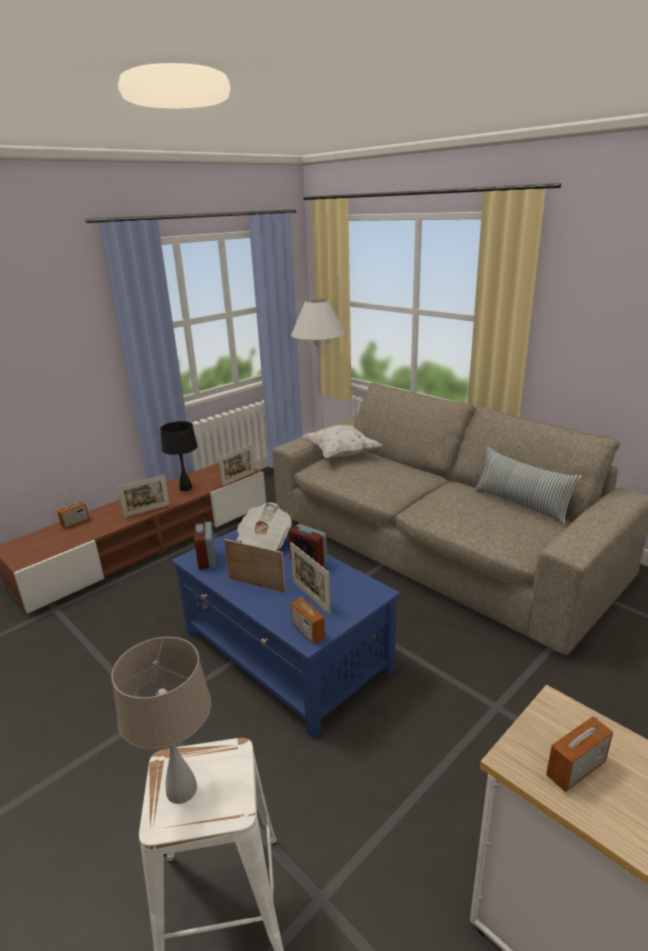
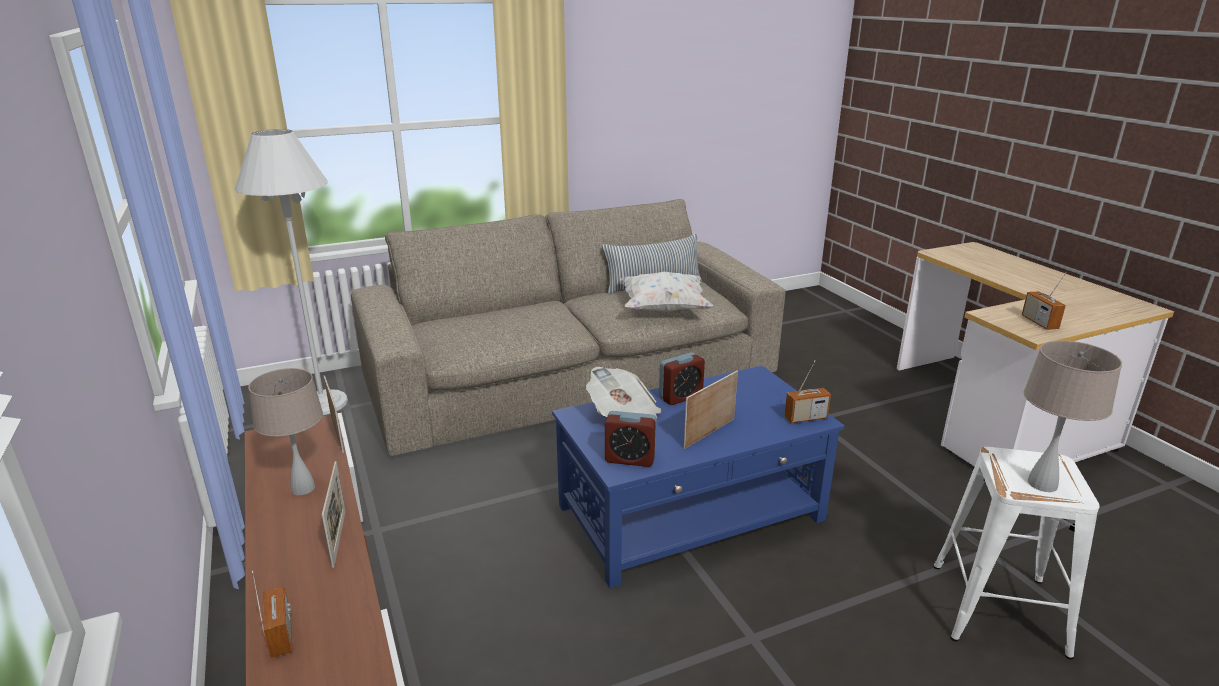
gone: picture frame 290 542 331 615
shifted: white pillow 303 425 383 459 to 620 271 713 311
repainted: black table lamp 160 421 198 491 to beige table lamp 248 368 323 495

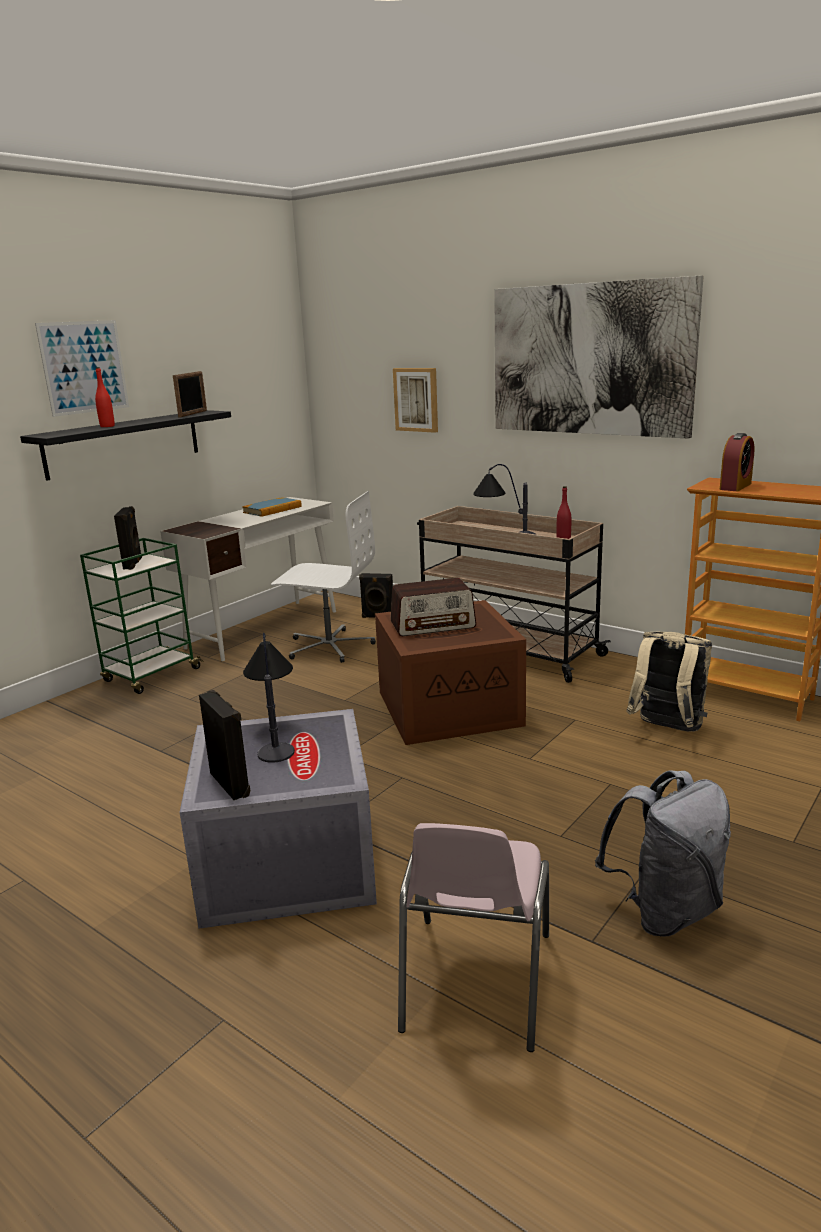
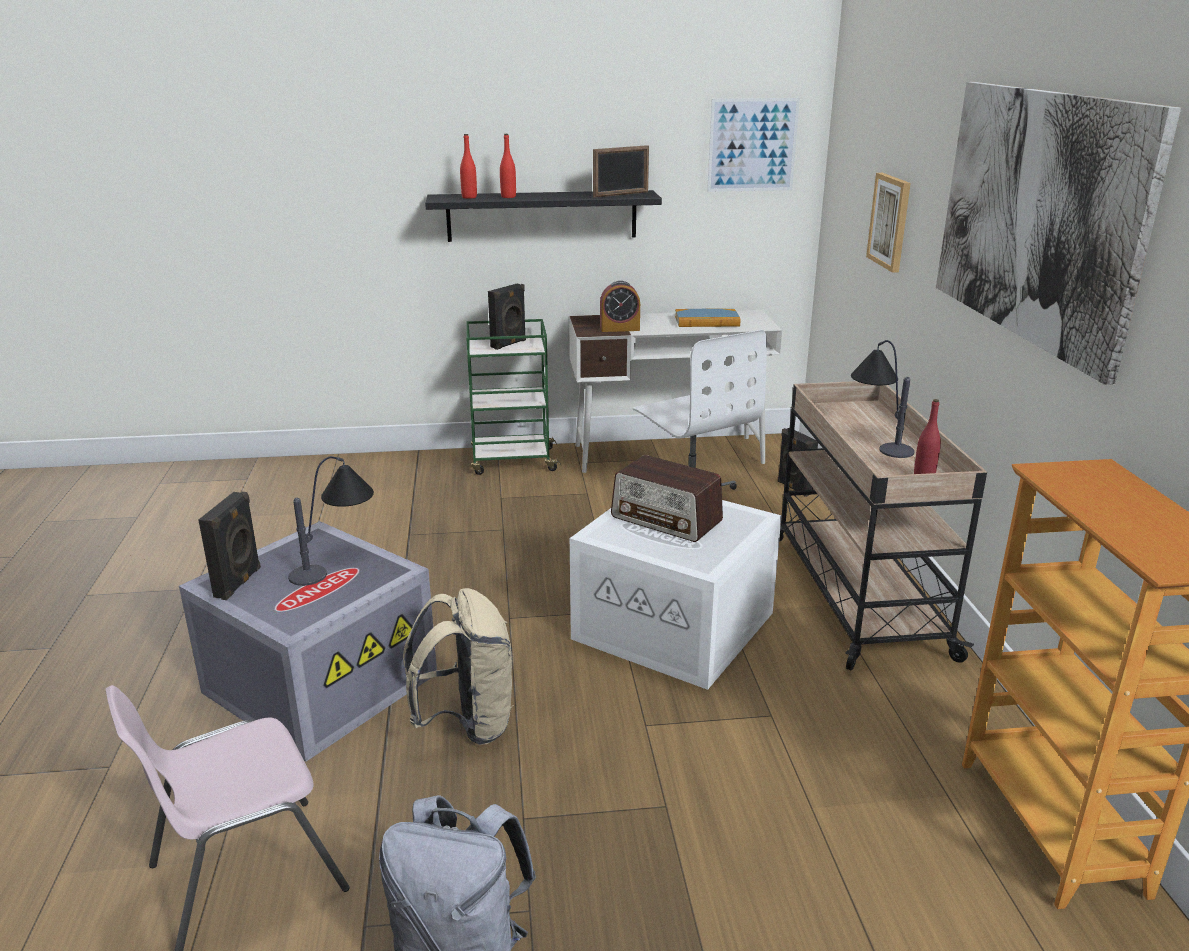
new: red bottle 460 134 477 199
shifted: picture 35 320 129 417 to 707 98 800 192; beige backpack 626 632 712 732 to 403 588 514 745; alarm clock 720 433 754 491 to 600 281 640 332
repainted: brown storage box 375 600 526 745 to white storage box 570 500 782 690

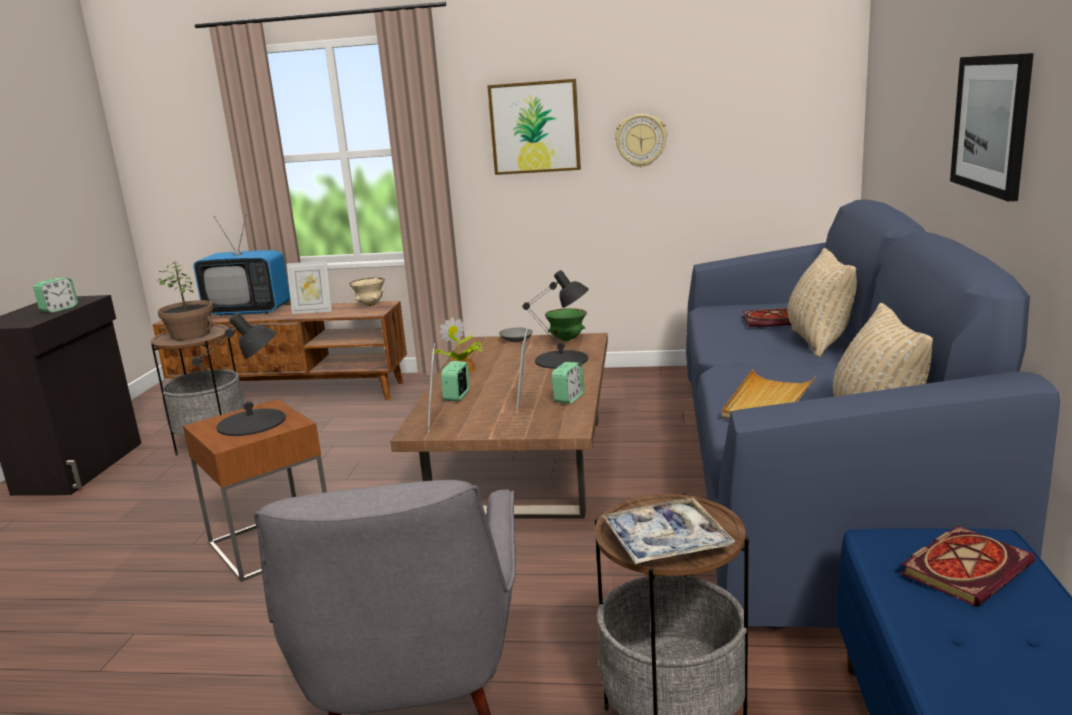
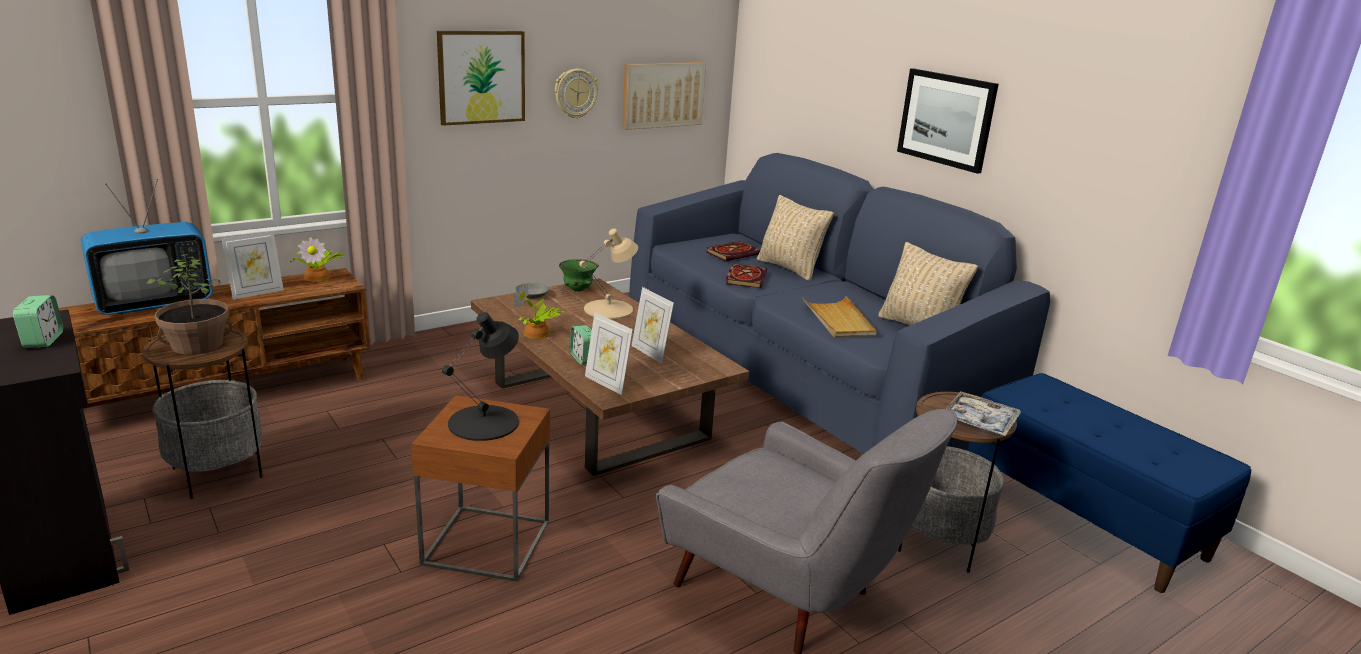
gone: alarm clock 551 362 584 404
new: picture 622 62 706 130
shifted: book 900 526 1035 607 to 726 264 767 288
swapped: beige bowl 349 278 385 306 to potted plant 290 237 345 282
repainted: black table lamp 523 270 589 369 to beige table lamp 579 229 638 319

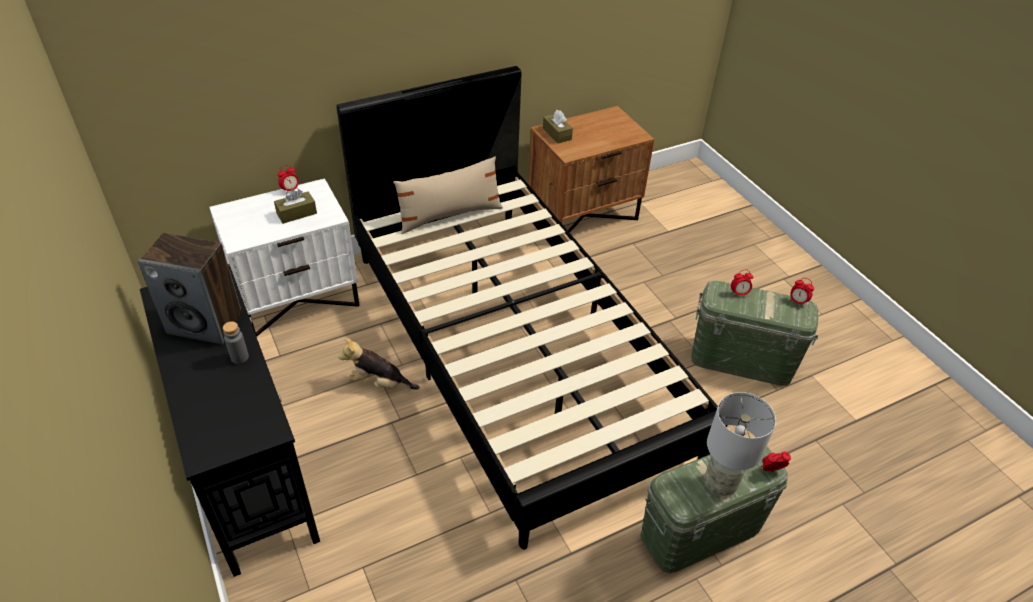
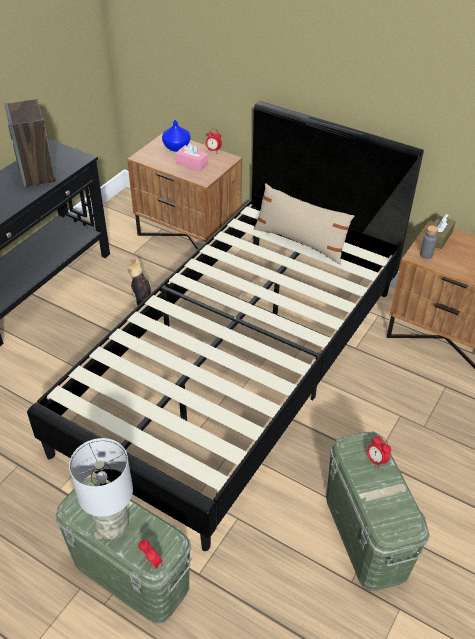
gone: alarm clock 789 278 814 308
new: blue vase 162 120 190 152
shifted: grey bottle 223 321 249 364 to 420 225 438 259
repainted: white nightstand 209 178 359 337 to brown nightstand 127 133 242 250; brown tissue box 274 189 317 224 to pink tissue box 175 143 208 172

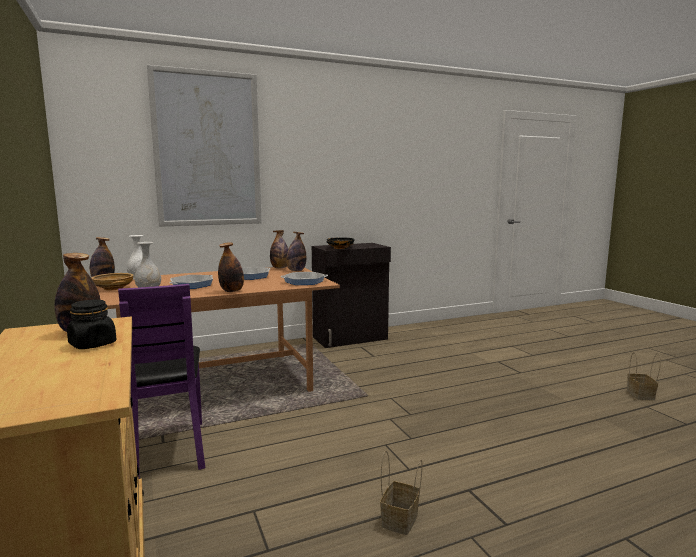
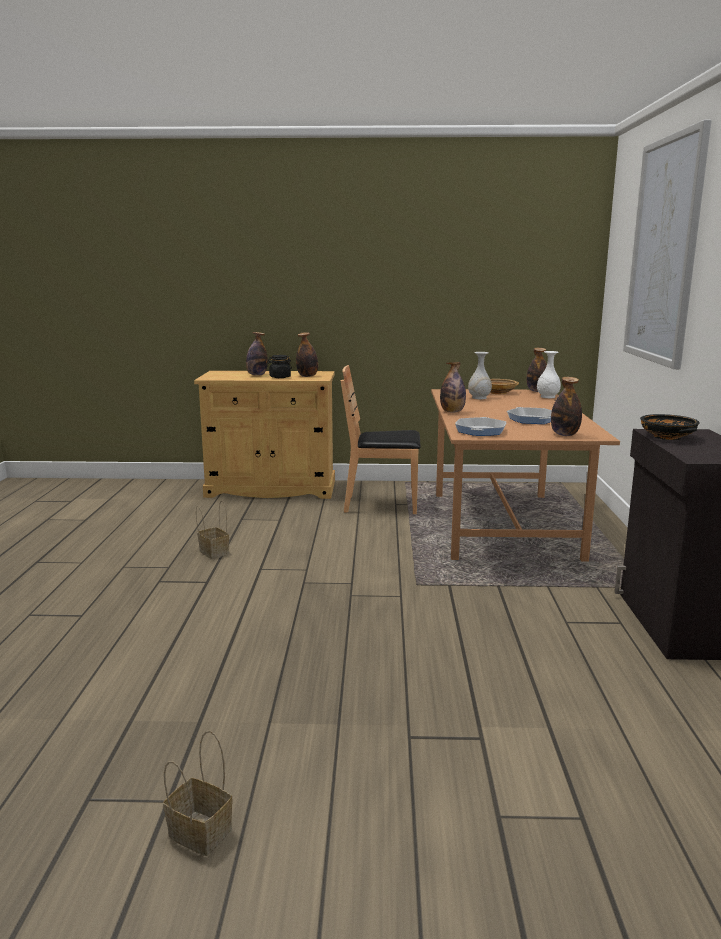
gone: frying pan 169 275 213 289
shifted: bottle 270 230 288 268 to 246 332 268 376
repainted: purple chair 118 284 205 479 to brown chair 340 365 421 514

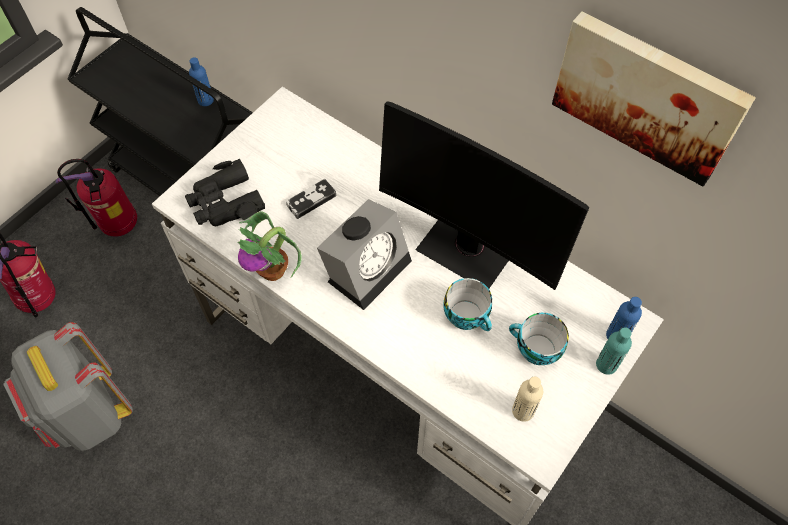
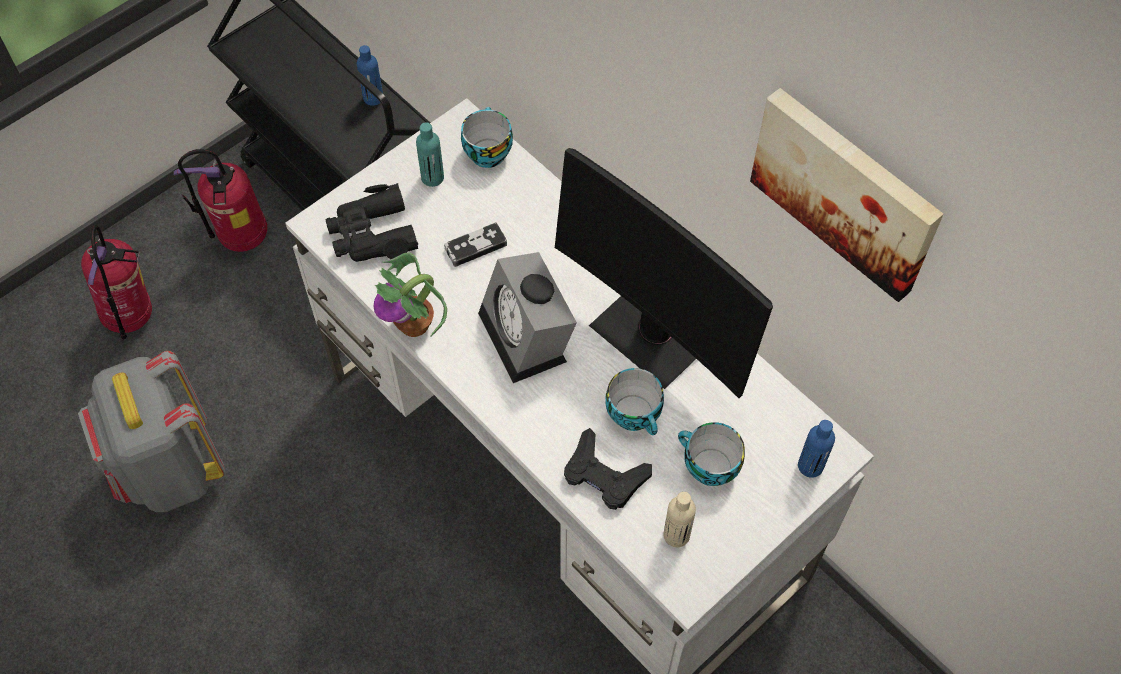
new: cup 461 107 513 168; black game controller 564 428 652 510
shifted: turquoise bottle 596 327 632 375 to 416 122 444 187
rotated: alarm clock 317 199 412 310 = 478 252 577 383 105 degrees clockwise

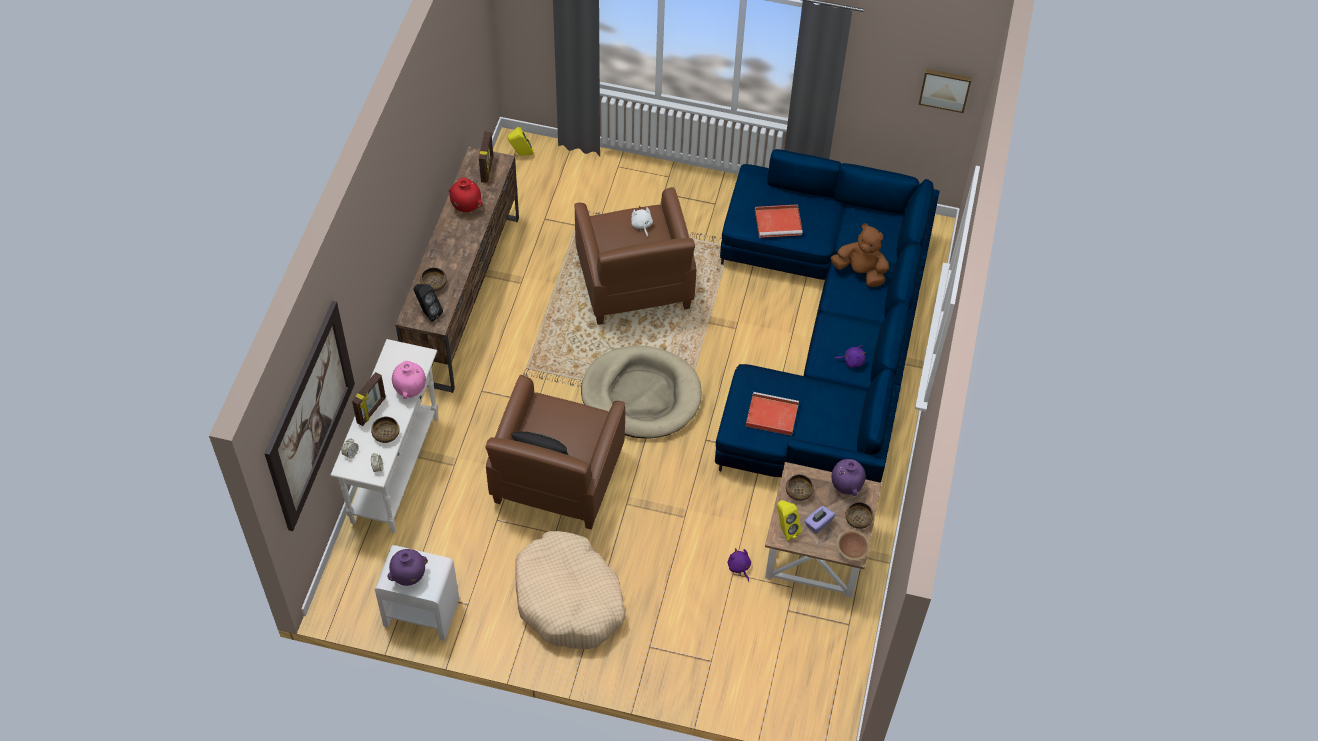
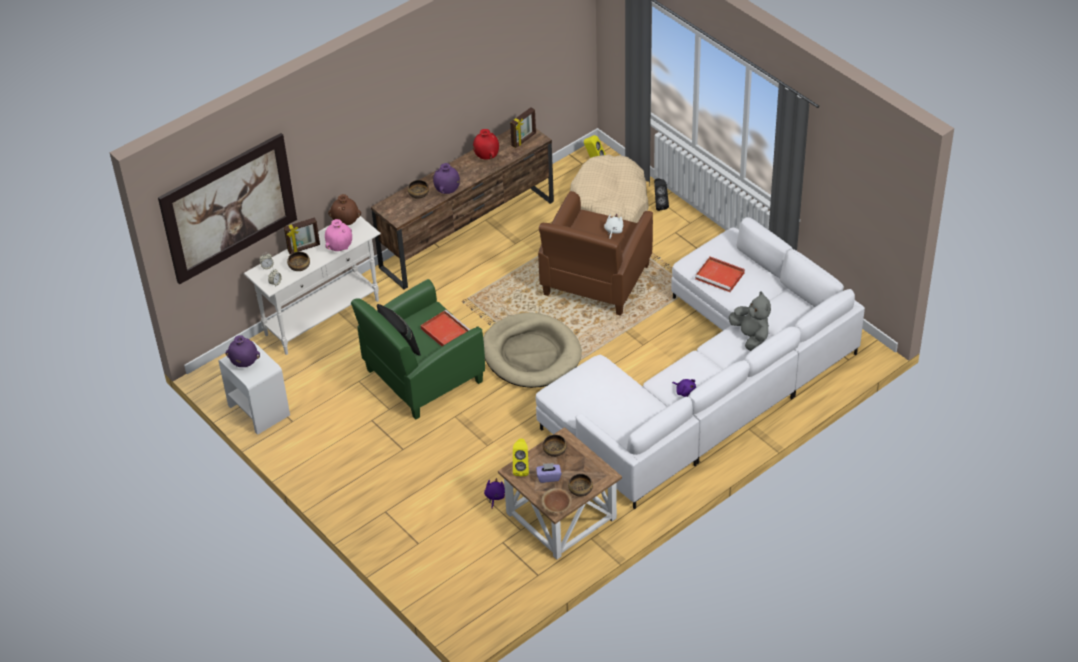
gone: picture 918 69 972 113
new: brown vase 328 194 361 225
shifted: black speaker 413 284 443 322 to 654 178 669 211; beige dog bed 515 531 626 649 to 570 155 649 223; red tray 746 392 799 436 to 420 310 470 346; purple vase 832 459 866 496 to 433 163 460 194
repainted: brown armchair 486 375 625 529 to green armchair 351 279 485 420; blue sofa 715 149 940 483 to white sofa 536 217 865 510; brown plush toy 831 223 889 287 to grey plush toy 729 291 771 351

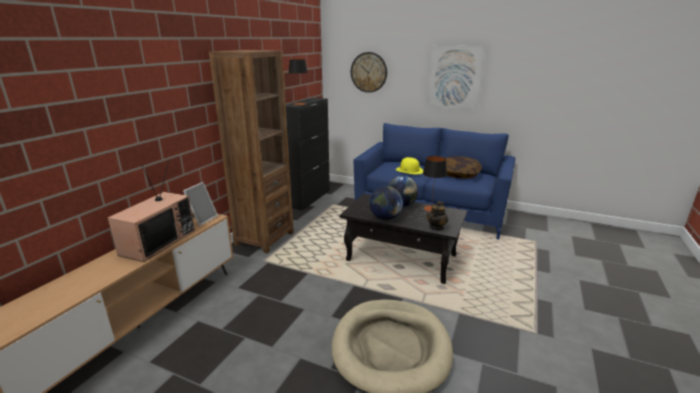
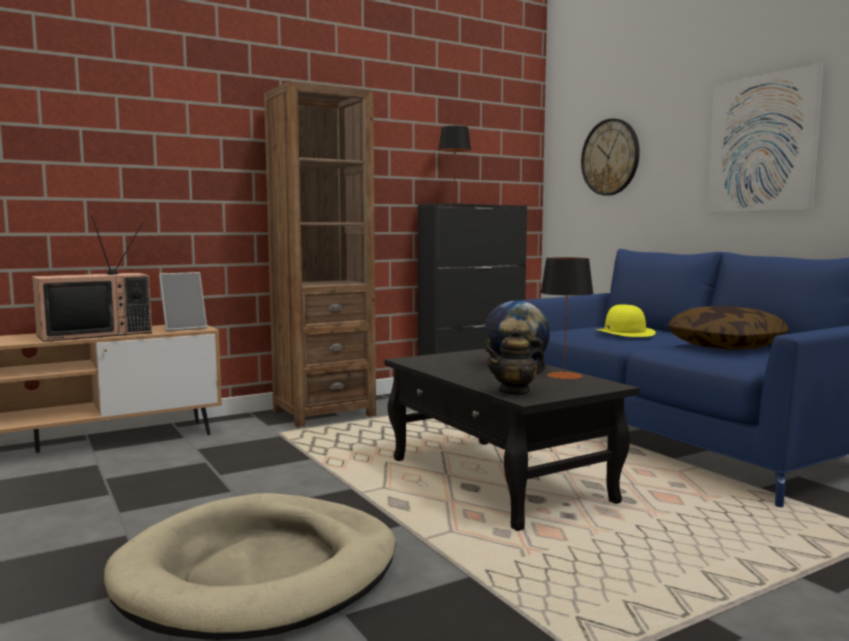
gone: globe 369 186 403 220

